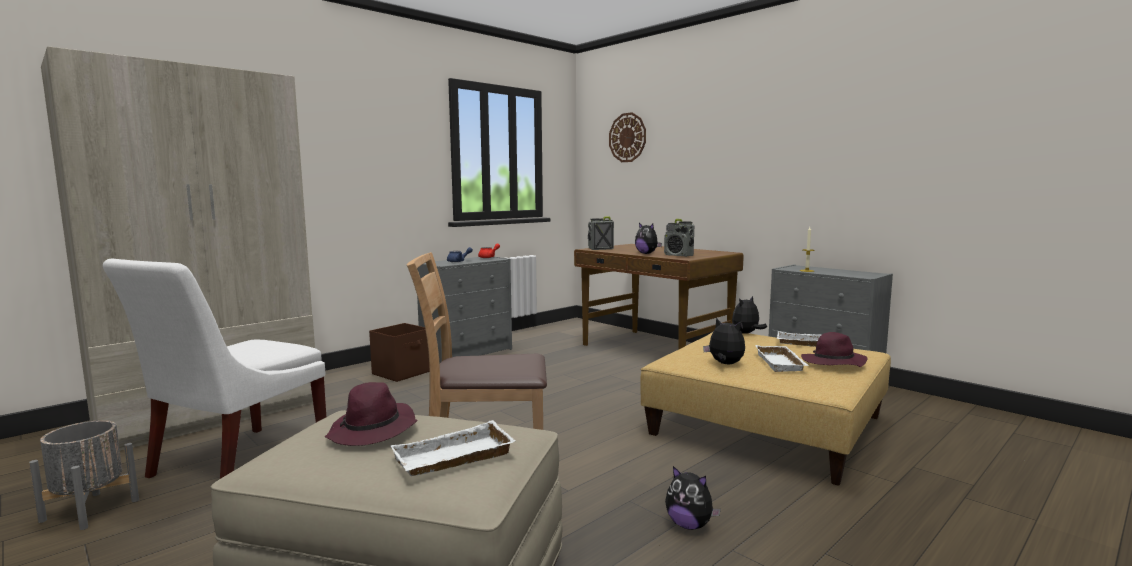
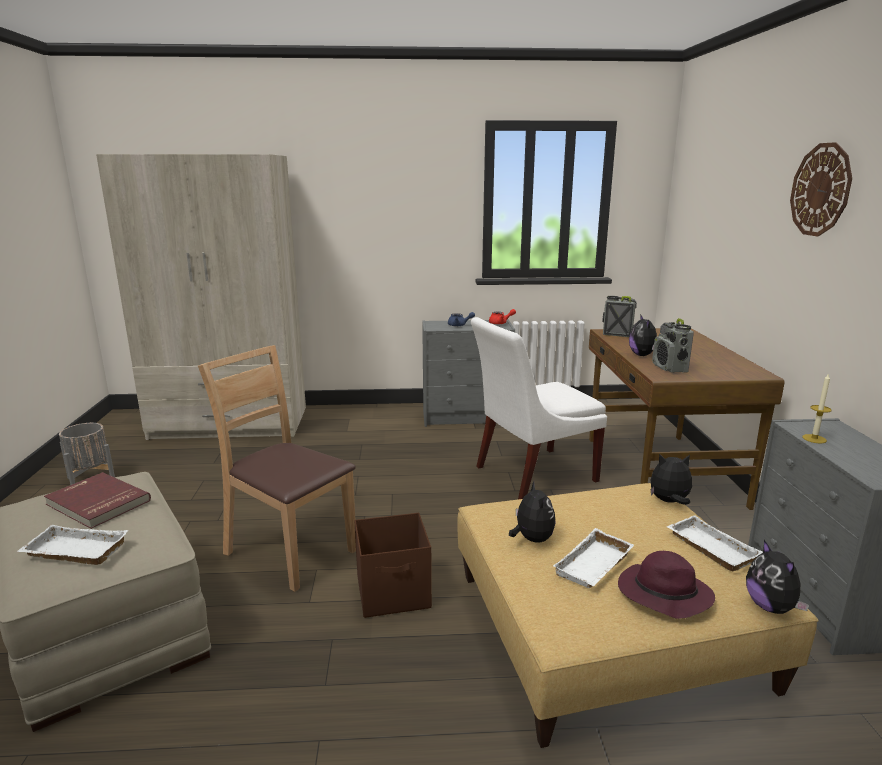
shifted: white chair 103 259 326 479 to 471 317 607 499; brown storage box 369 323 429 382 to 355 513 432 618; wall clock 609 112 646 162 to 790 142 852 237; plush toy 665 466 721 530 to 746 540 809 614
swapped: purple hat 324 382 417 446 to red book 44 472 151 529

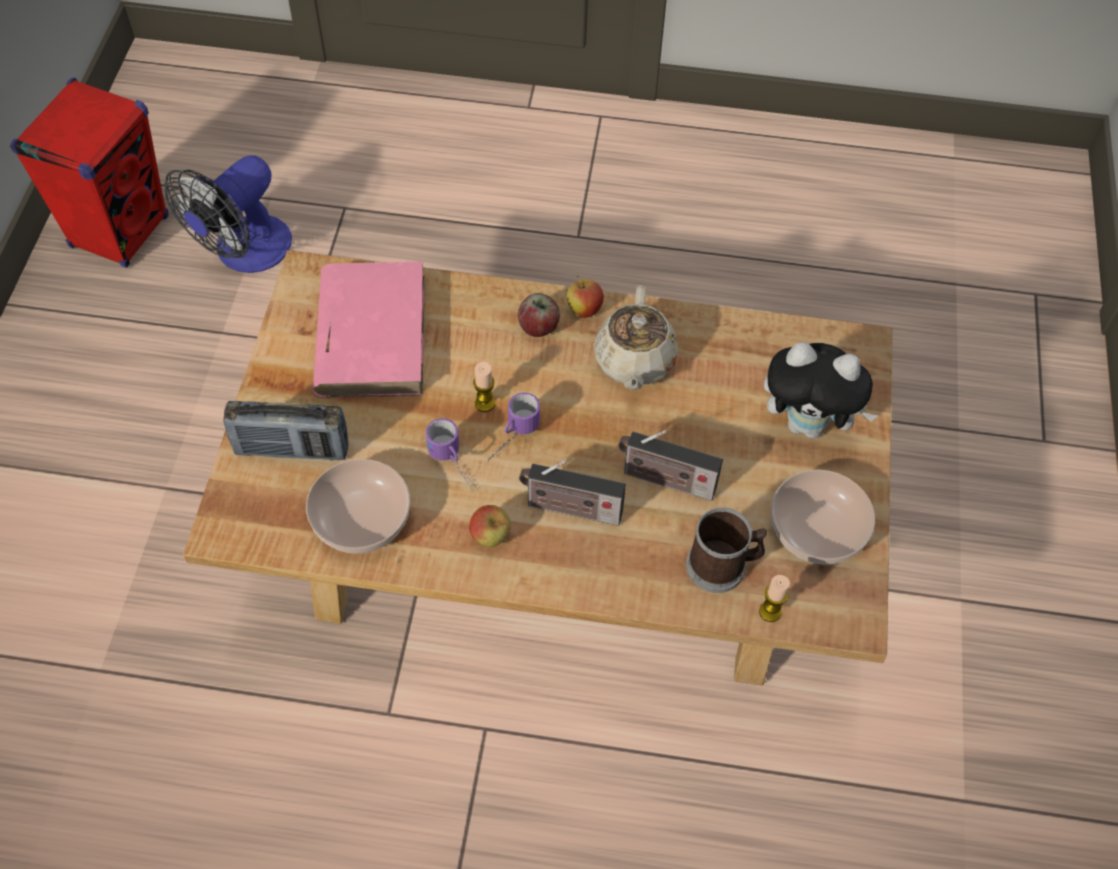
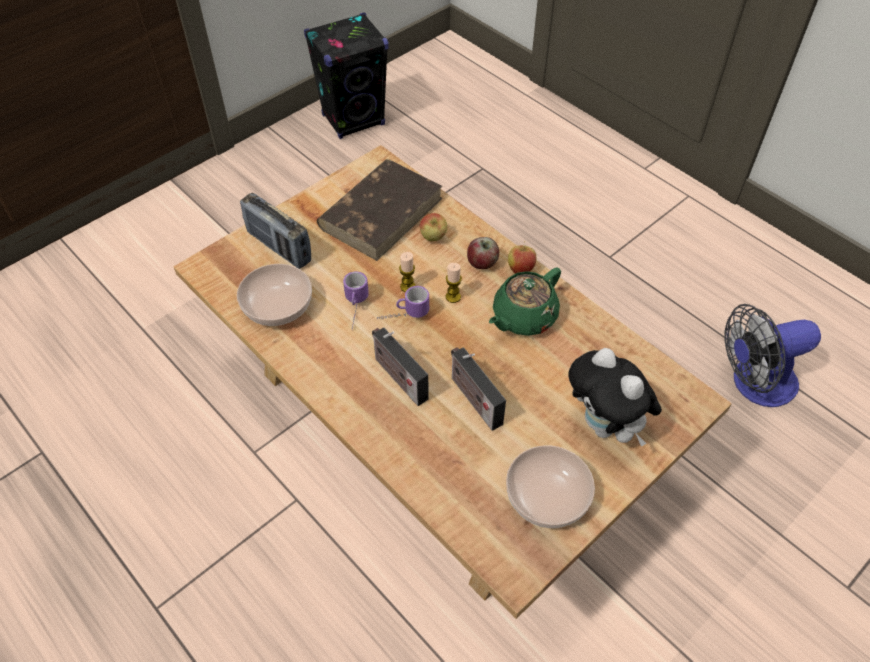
gone: mug 686 507 767 593
shifted: fan 165 155 292 273 to 725 304 821 407; apple 469 505 511 548 to 420 213 447 241; candle 759 575 790 622 to 446 263 462 303
repainted: red speaker 10 78 168 268 to black speaker 304 12 388 139; pink book 313 262 425 398 to brown book 317 159 443 261; beige teapot 594 285 678 390 to green teapot 489 267 561 336

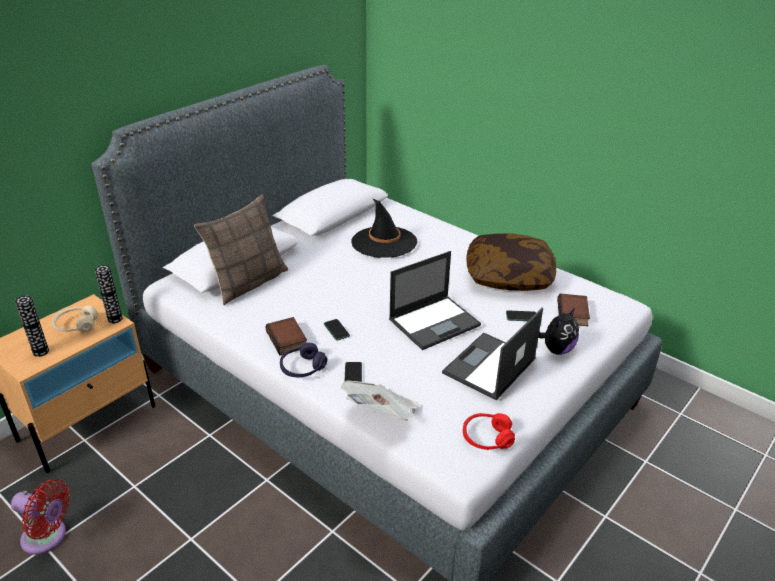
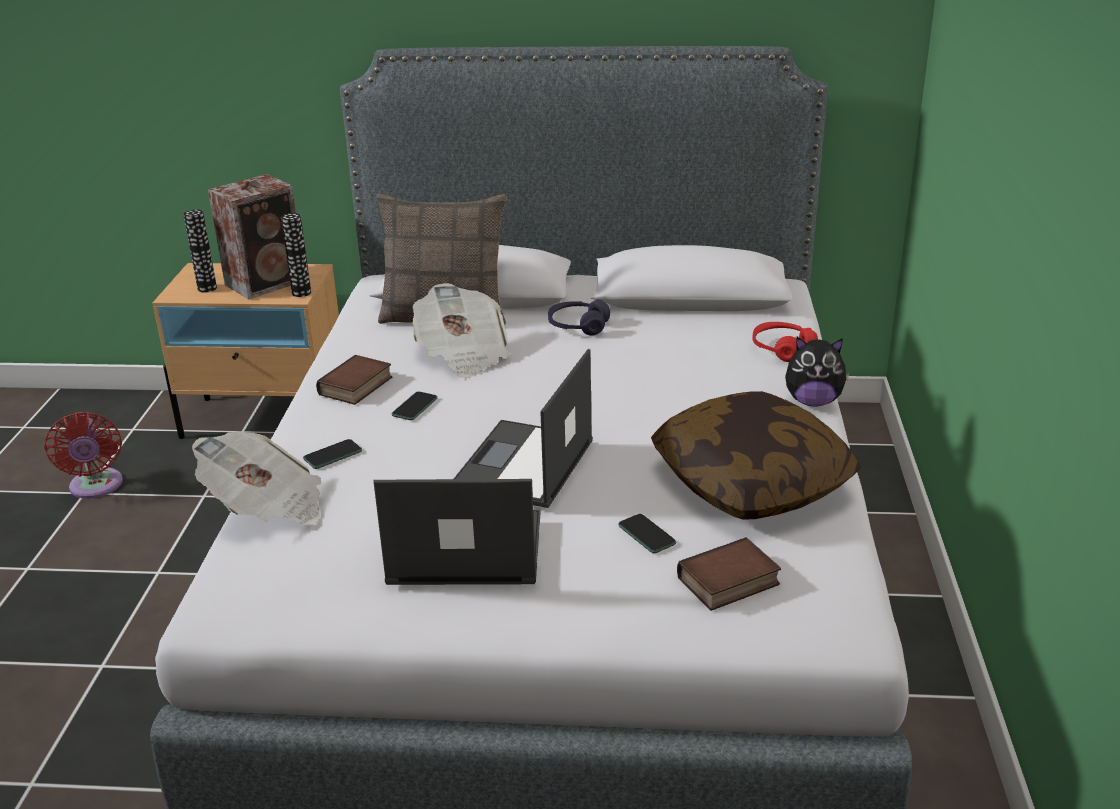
gone: black hat 351 198 417 258
new: newspaper 413 283 509 378
shifted: purple headphones 280 343 327 377 to 548 299 610 335; red headphones 463 413 515 450 to 752 322 818 362; plush toy 538 308 579 355 to 785 337 850 407
swapped: beige headphones 52 305 98 332 to speaker 208 174 296 300
rotated: laptop 389 251 481 350 = 454 349 593 508 90 degrees clockwise

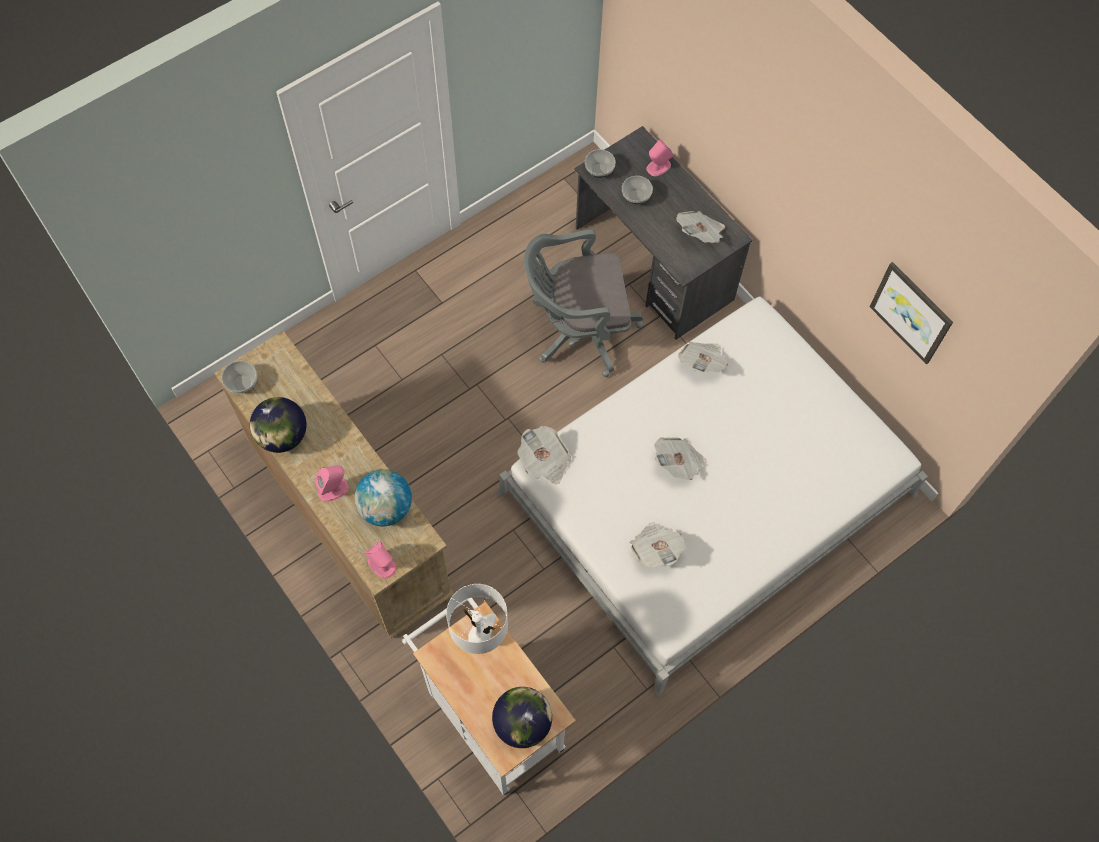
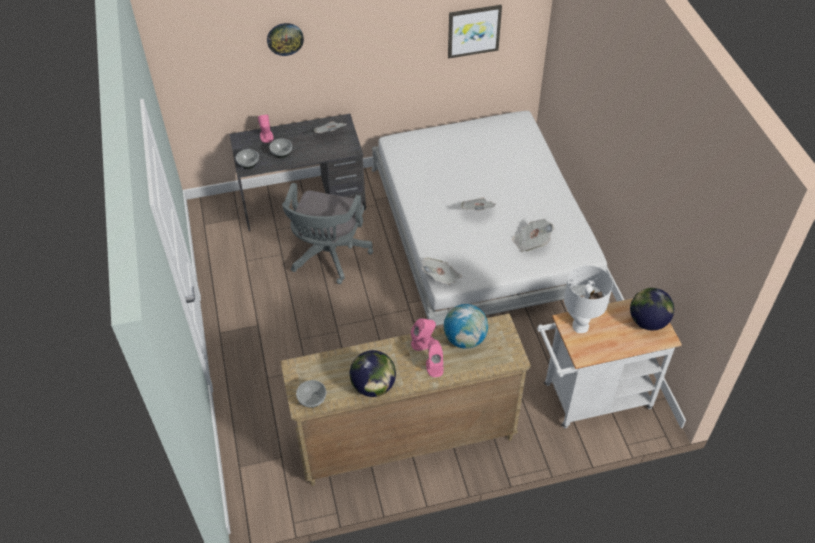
gone: newspaper 678 342 728 372
new: wall clock 267 23 304 56
shifted: pink speaker 364 542 396 579 to 411 318 436 351

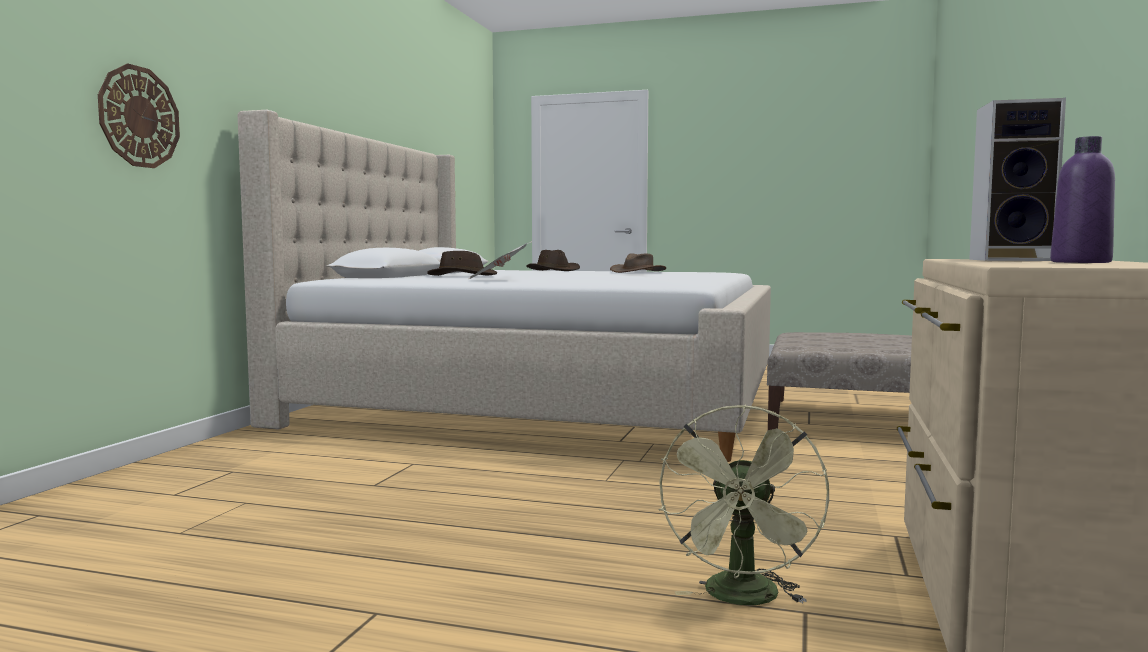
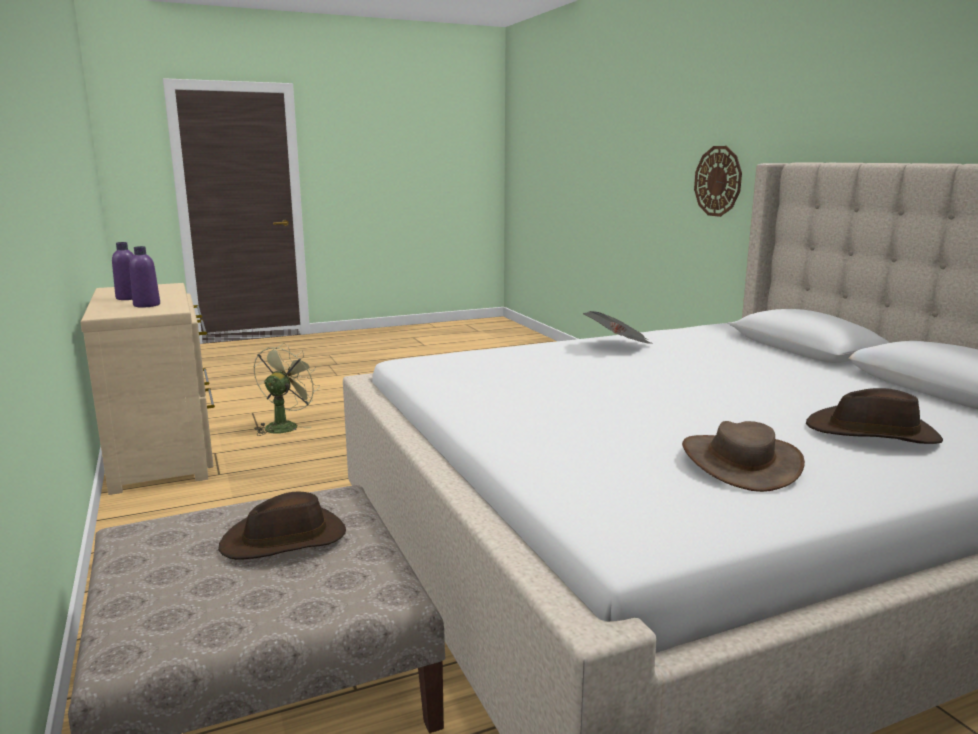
shifted: brown hat 427 251 497 276 to 218 491 346 560
swapped: speaker 969 98 1066 261 to purple bottle 129 246 160 308
rotated: green fan 659 405 829 605 = 254 343 320 436 45 degrees clockwise

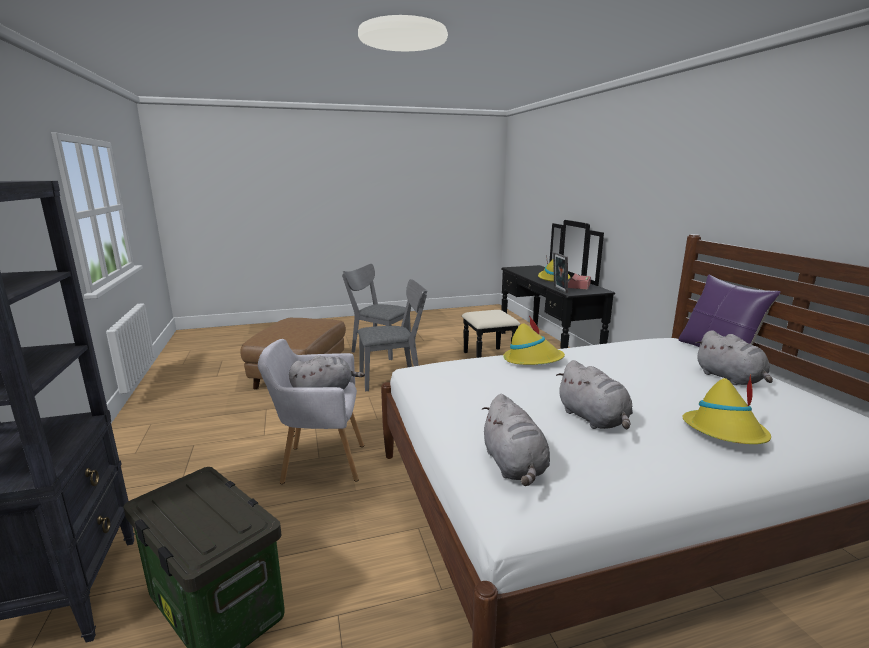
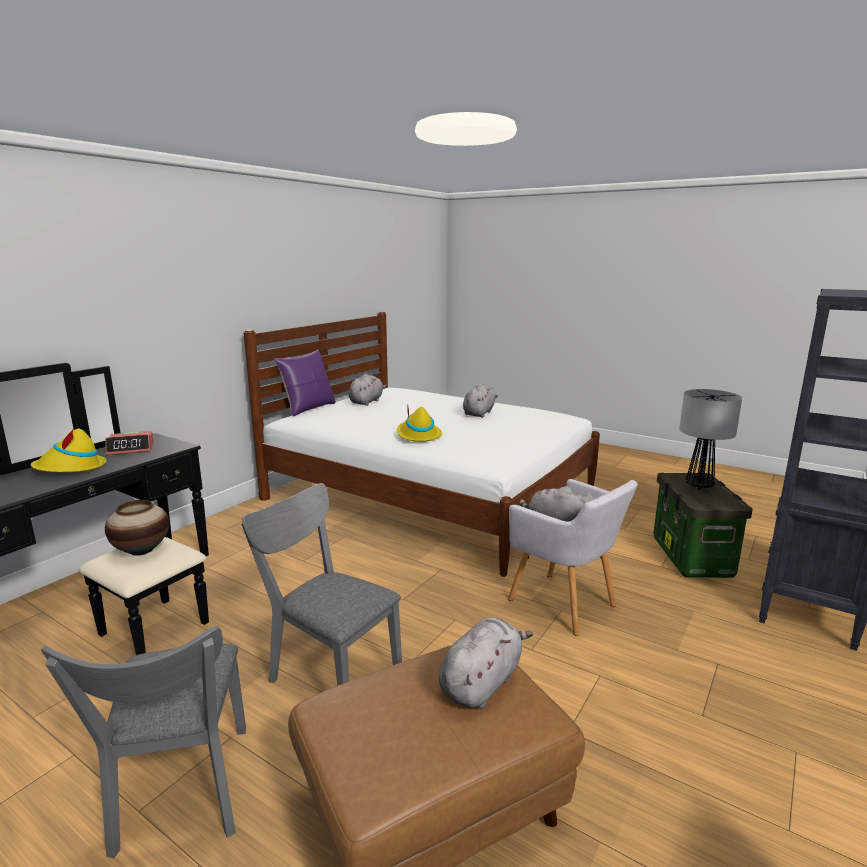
gone: picture frame 553 252 568 293; yellow hat 682 374 771 444
new: vase 105 500 169 556; table lamp 679 389 742 490
shifted: grey plush toy 482 394 550 486 to 439 617 533 709

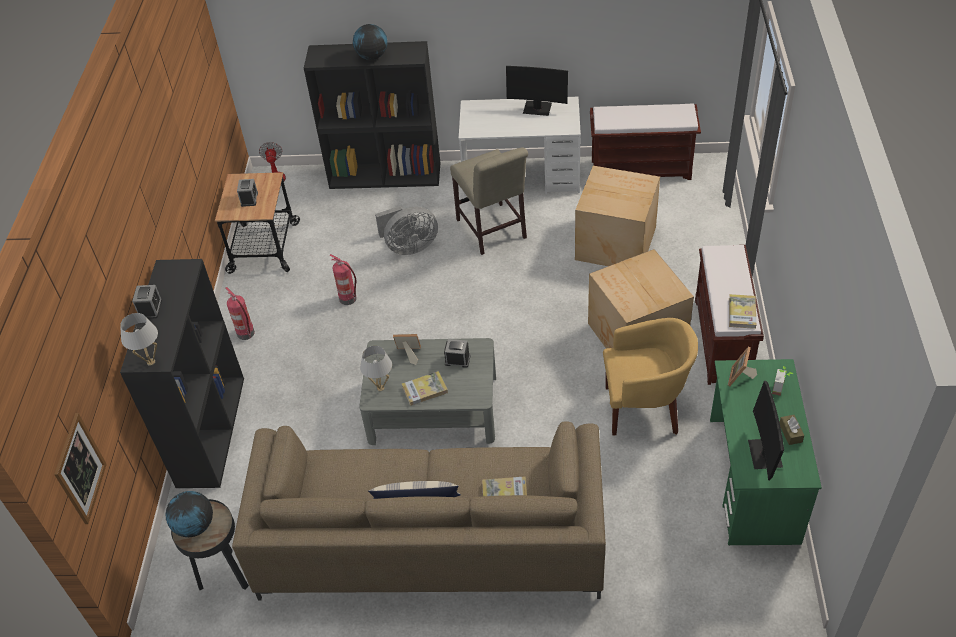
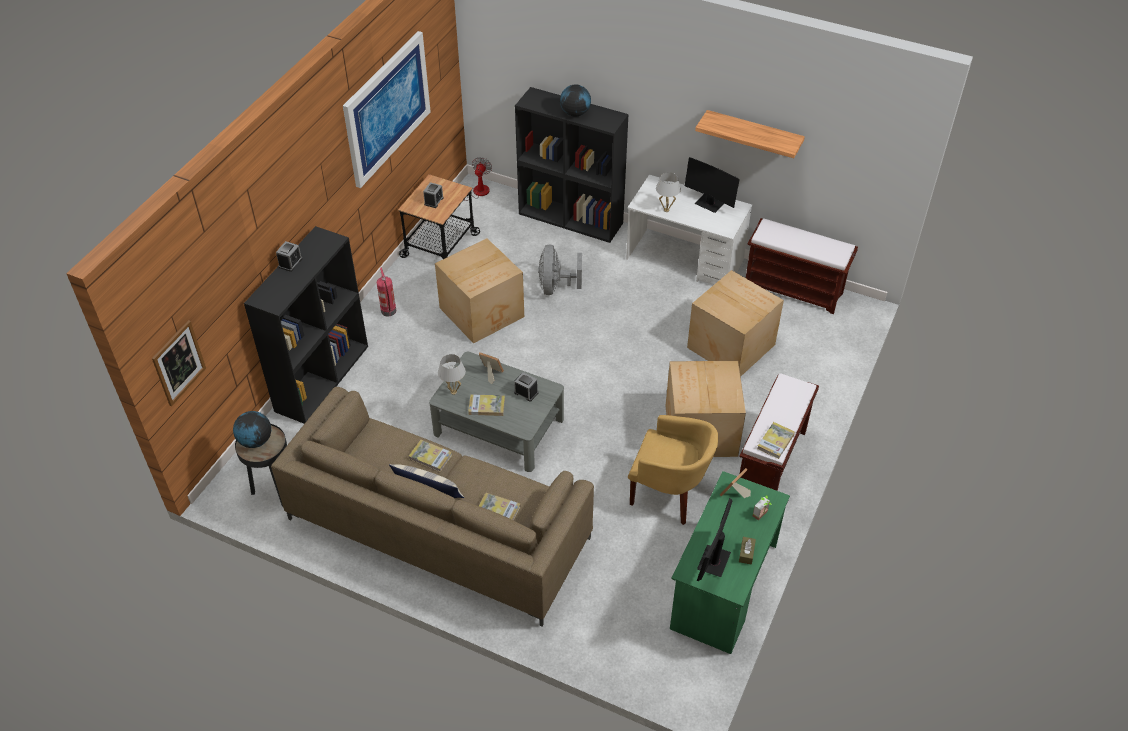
gone: beige chair 450 147 528 255
new: picture 343 31 431 188; book 409 440 452 472; shelf 695 110 805 158
shifted: white table lamp 120 313 158 366 to 656 172 681 212
swapped: fire extinguisher 329 254 357 305 to cardboard box 435 238 524 344
rotated: grey fan 375 206 438 255 = 538 245 582 295 90 degrees clockwise

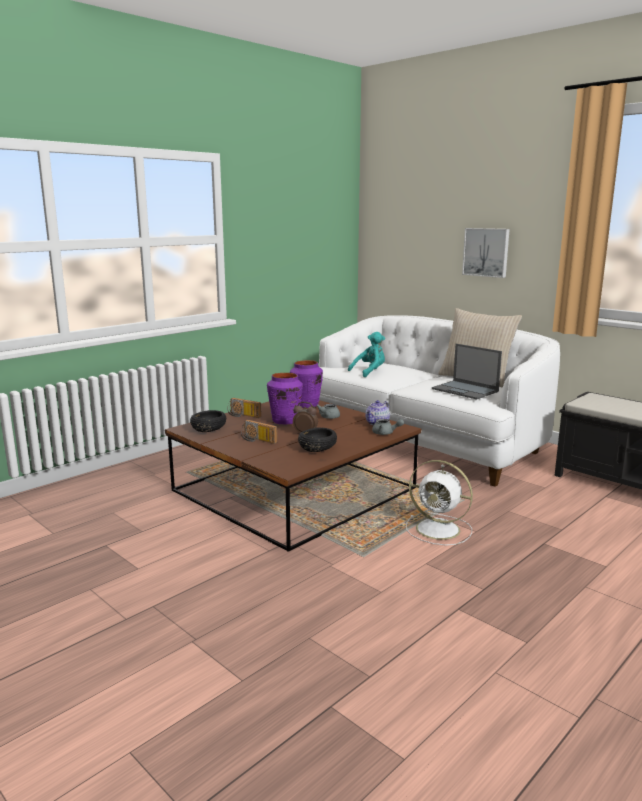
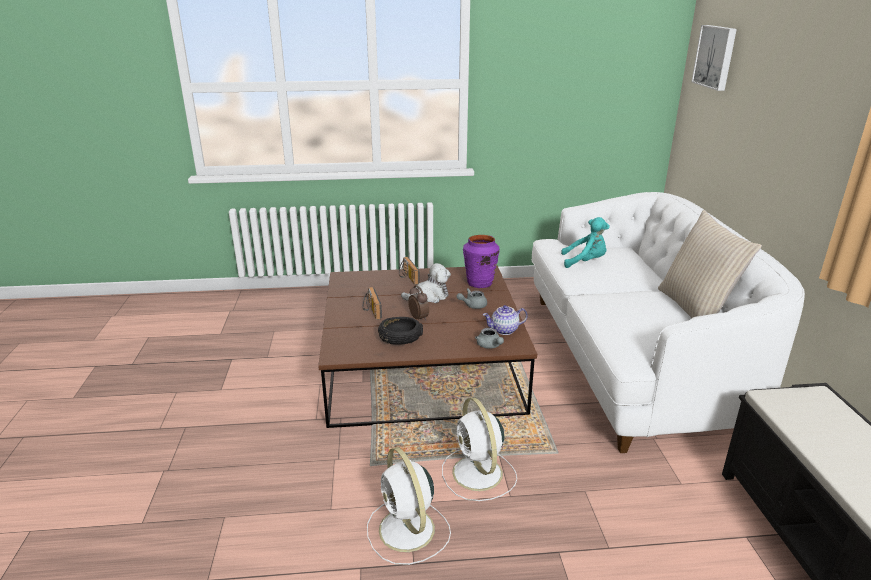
gone: black bowl 190 410 226 432; laptop 432 344 502 399
new: white fan 367 447 451 565
shifted: picture 462 228 510 278 to 692 25 737 91
swapped: purple vase 267 373 303 424 to plush toy 401 263 451 303

